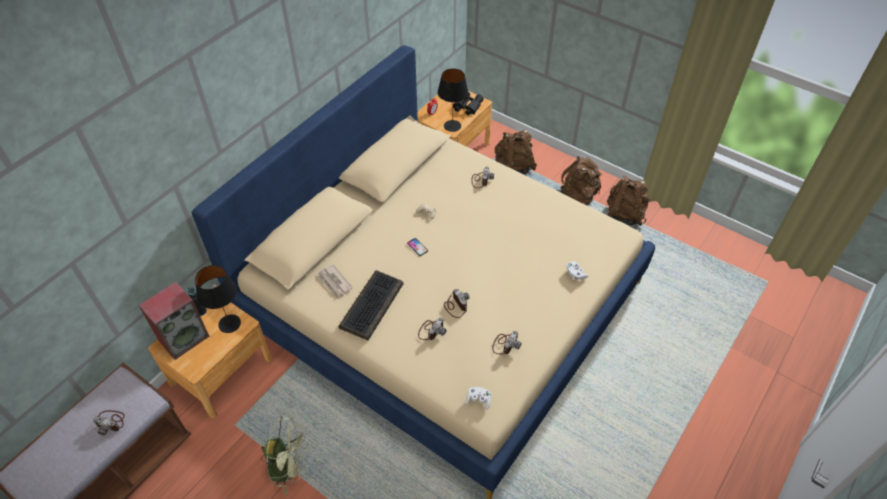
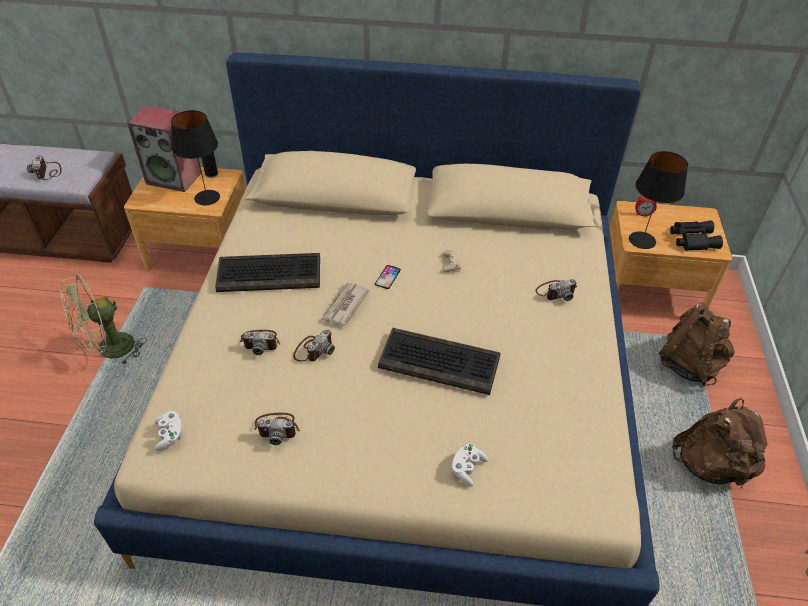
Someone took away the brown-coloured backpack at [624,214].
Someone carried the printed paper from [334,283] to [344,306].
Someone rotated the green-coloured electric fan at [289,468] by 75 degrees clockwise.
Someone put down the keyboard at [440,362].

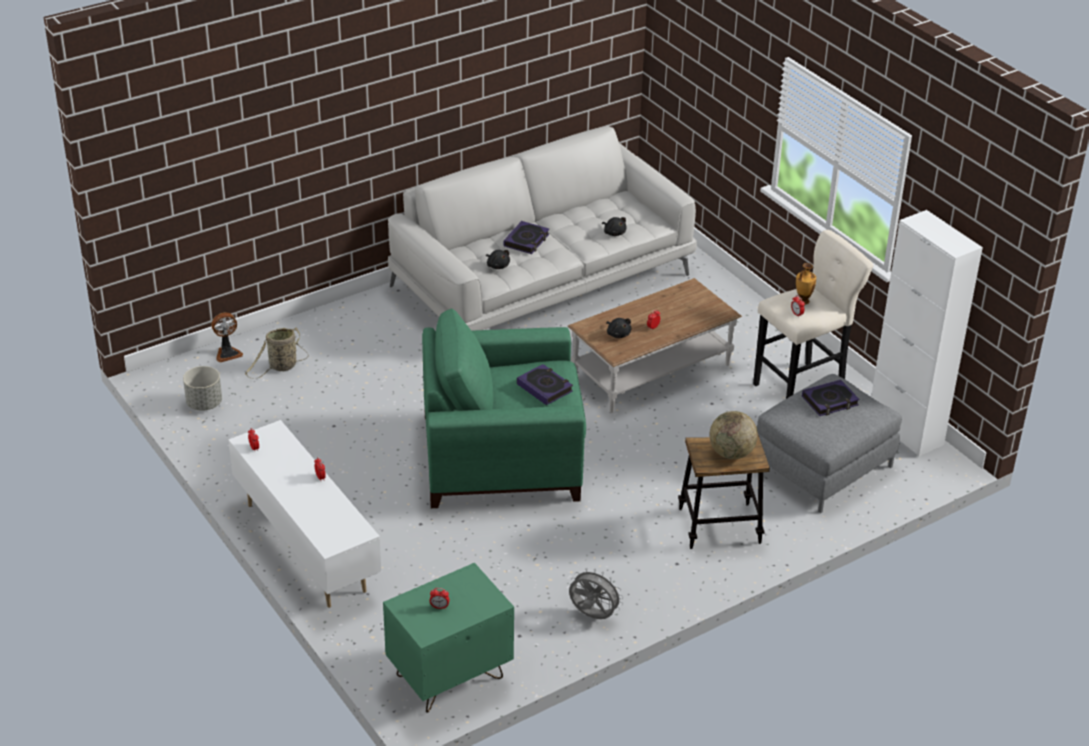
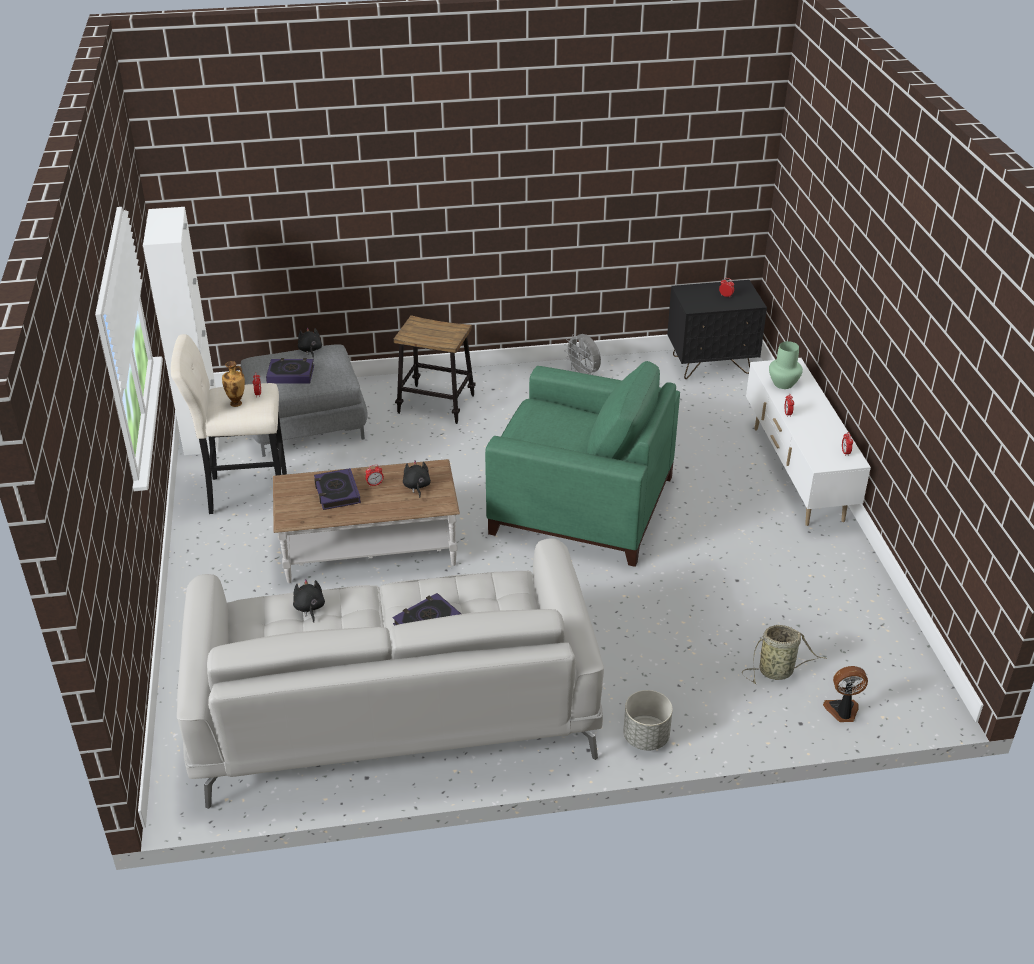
Someone carried the blackish cuddly toy from [497,265] to [310,350].
Someone carried the bound book from [544,388] to [337,492].
Someone carried the grey planter from [204,403] to [645,737].
Someone took away the desk globe at [731,453].
Someone repainted the green-coloured nightstand at [449,678], which became the blackish nightstand at [711,365].
Someone put down the green-coloured vase at [784,384].

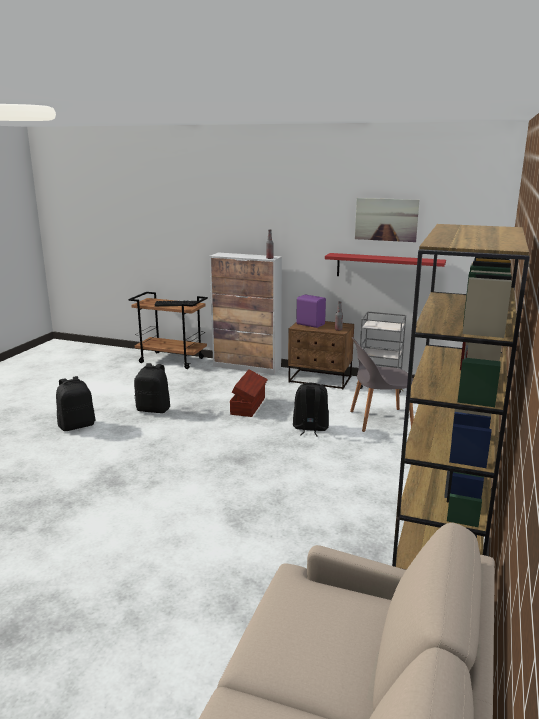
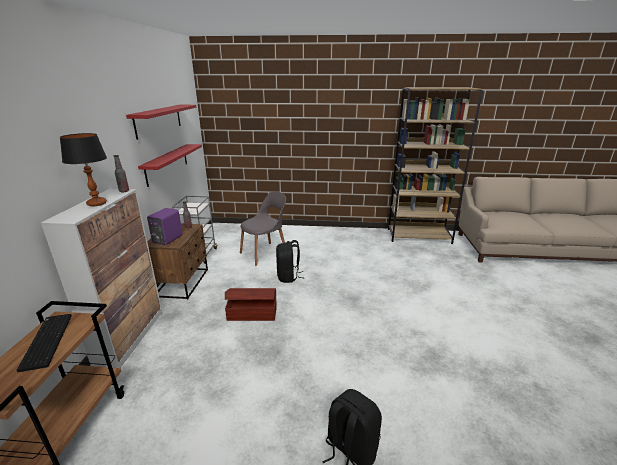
Someone swapped the picture at [386,219] for the red-coloured bracket shelf at [158,120].
Someone rotated the grey chair at [379,420] by 105 degrees counterclockwise.
Someone took away the blackish backpack at [154,409].
Someone put down the tabletop lamp at [97,203].

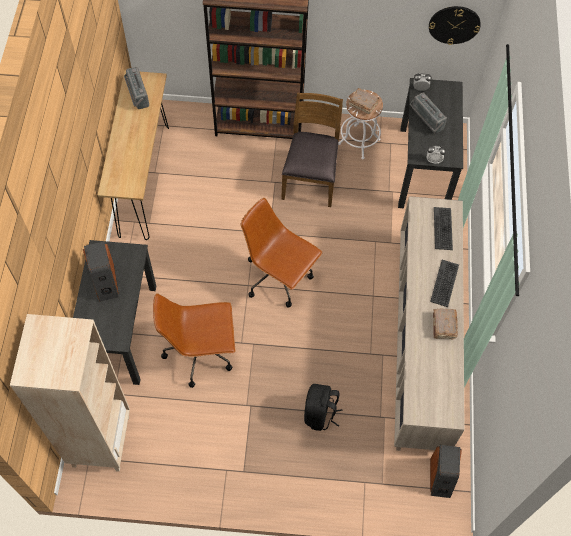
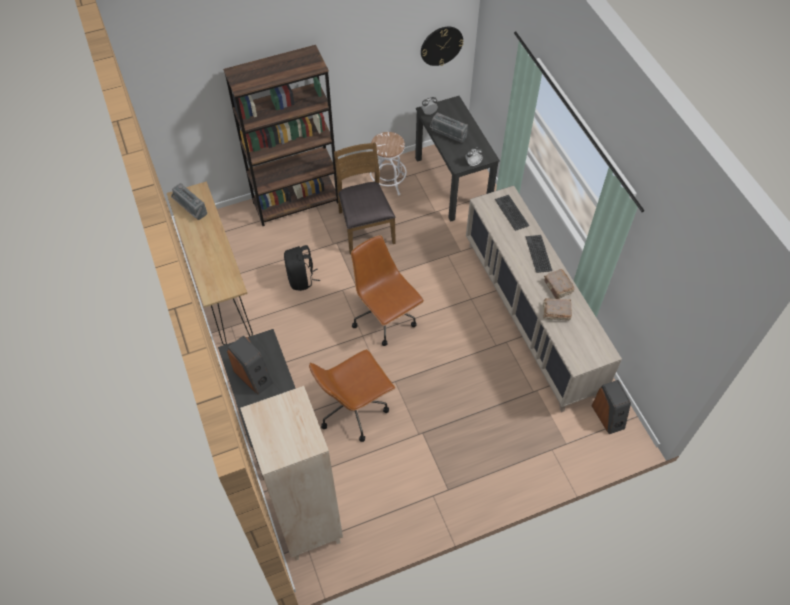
Someone carried the brown-coloured bound book from [362,104] to [556,312].
Someone rotated the brown-coloured desk chair at [279,278] by 45 degrees clockwise.
Someone carried the blackish backpack from [320,414] to [301,279].

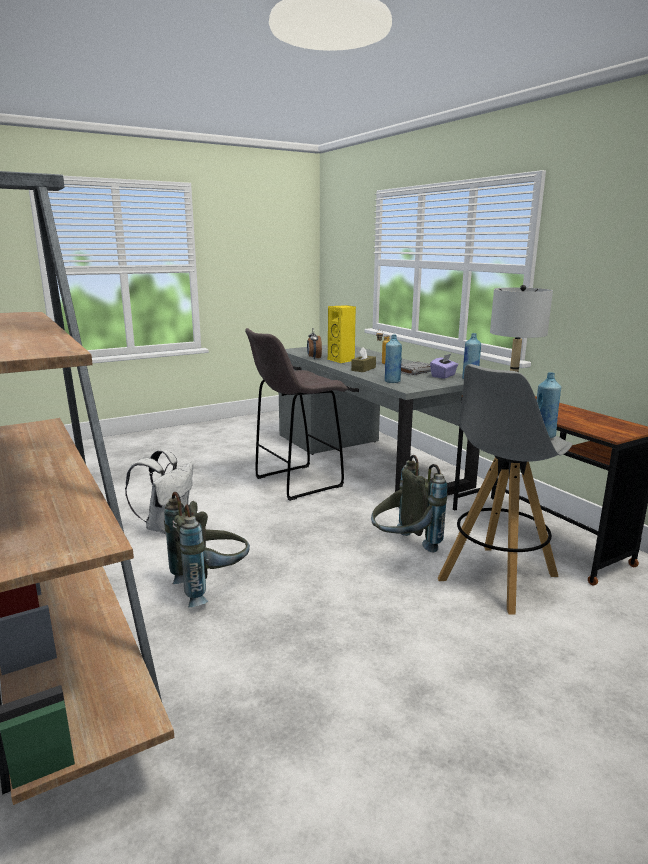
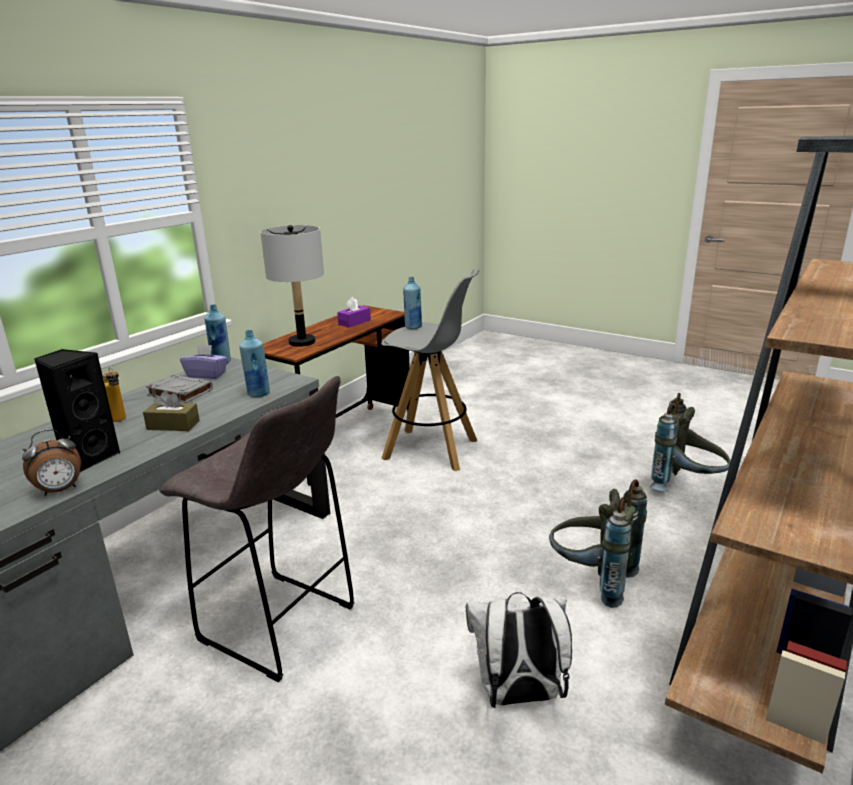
Someone repainted the yellow loudspeaker at [342,360], which became the blackish loudspeaker at [89,457].
Someone carried the grey backpack from [403,547] to [686,486].
Someone put down the purple box of tissues at [354,322].

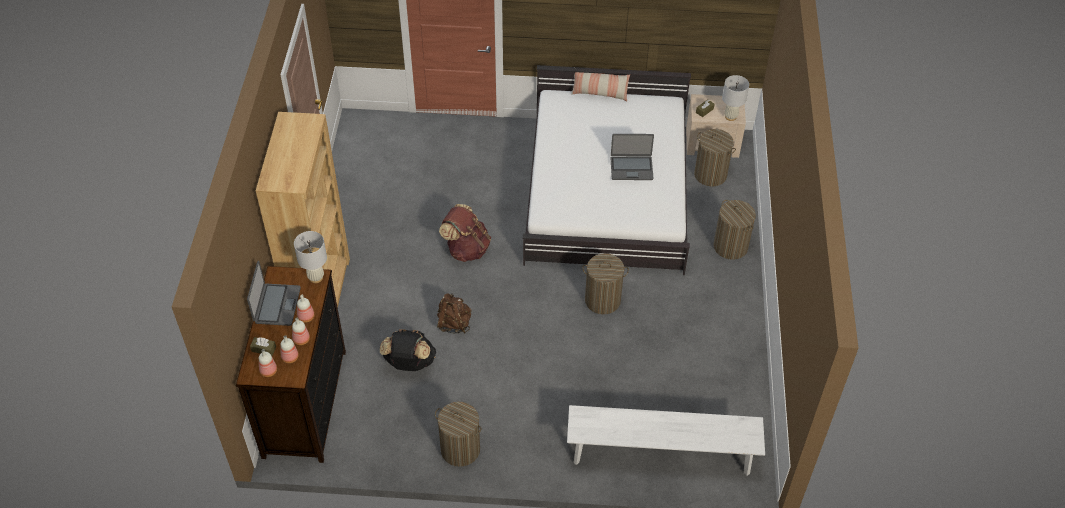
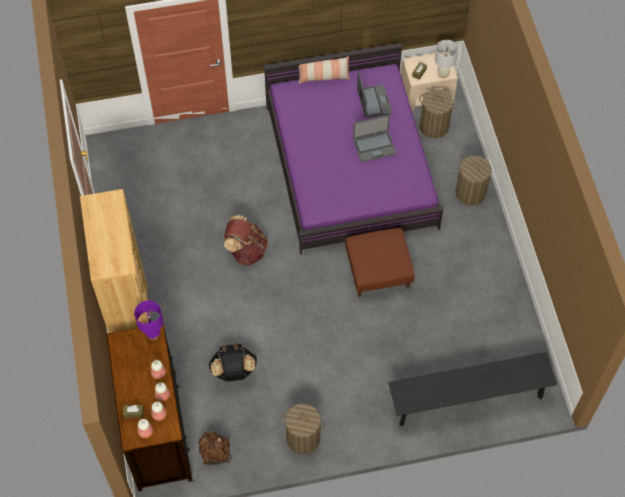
Someone repainted the whitish sleeping bed at [607,192], which became the purple sleeping bed at [350,165].
Someone repainted the whitish tabletop lamp at [316,277], which became the purple tabletop lamp at [153,334].
Someone swapped the hamper at [602,300] for the brown-coloured pouffe at [378,271].
Someone carried the laptop from [276,305] to [373,102].
Someone carried the brown-coloured backpack from [454,323] to [215,453].
Someone repainted the whitish bench at [661,455], which became the blackish bench at [468,399].

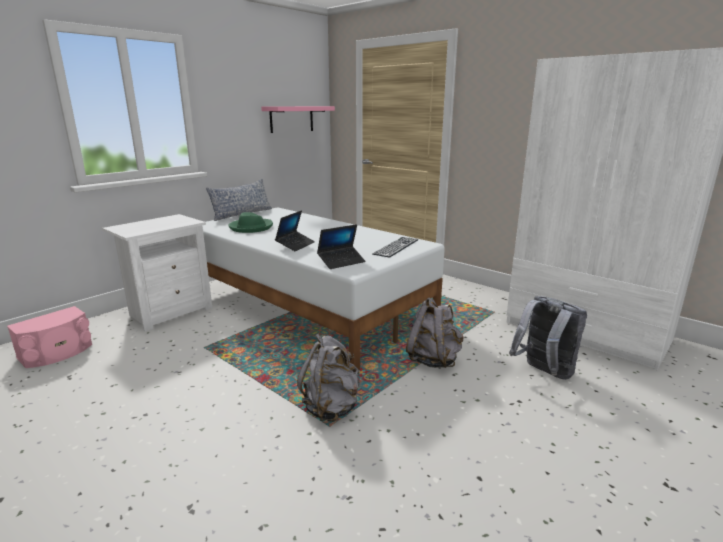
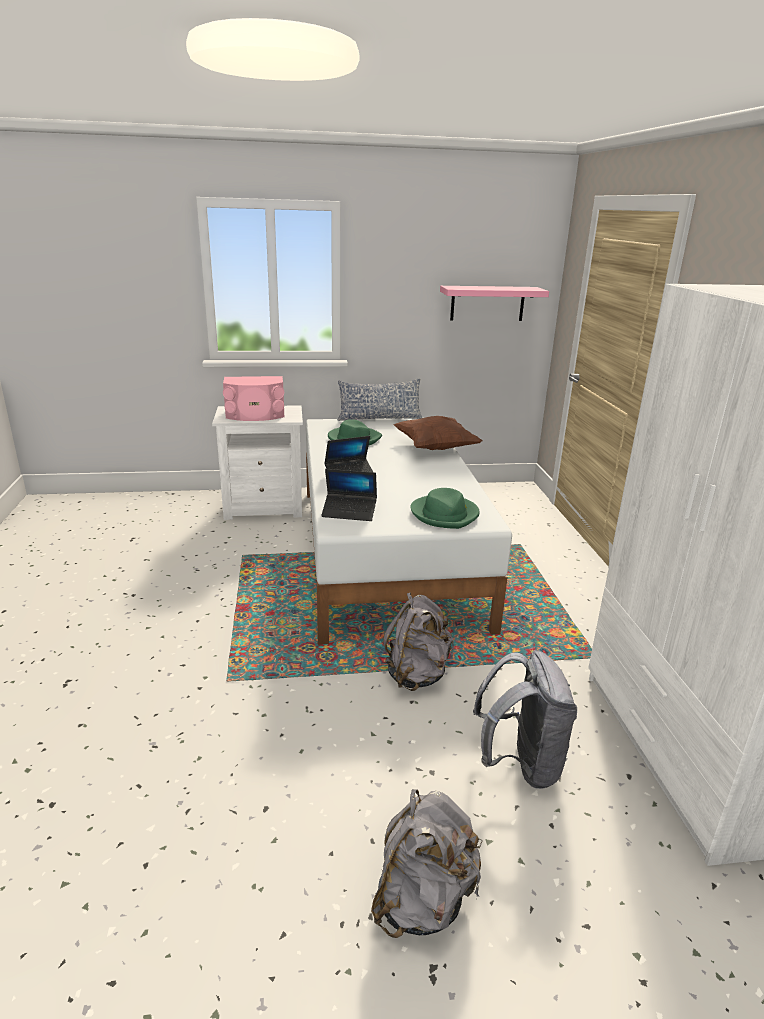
Someone swapped the keyboard at [396,247] for the green-coloured clothing hat at [445,514].
Someone carried the pink-coloured loudspeaker from [57,353] to [255,415].
Someone carried the grey backpack from [331,407] to [423,900].
Someone put down the brown-coloured cushion at [435,448].

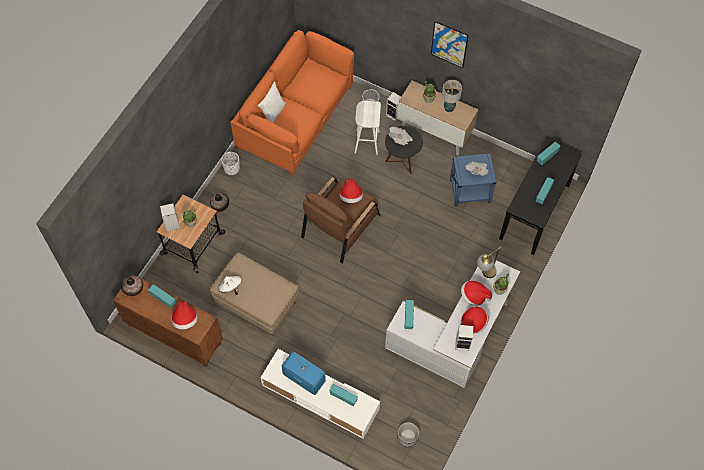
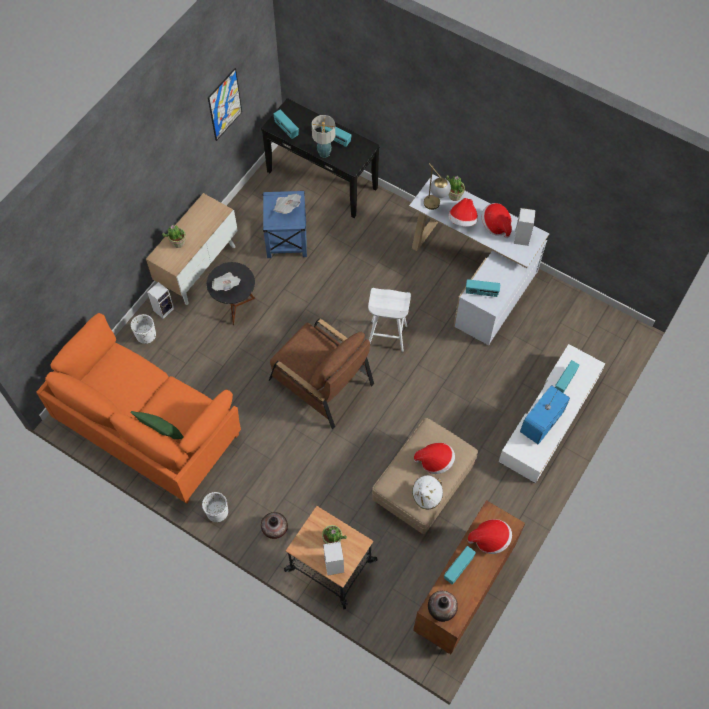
Someone carried the picture from [449,44] to [225,104].
Someone carried the tabletop lamp from [449,108] to [324,153].
Someone repainted the whitish cushion at [273,113], which became the green-coloured cushion at [161,433].
Someone carried the whitish stool from [366,142] to [386,336].
Someone carried the clothing hat from [351,197] to [435,461].
Someone took away the planter at [407,437].

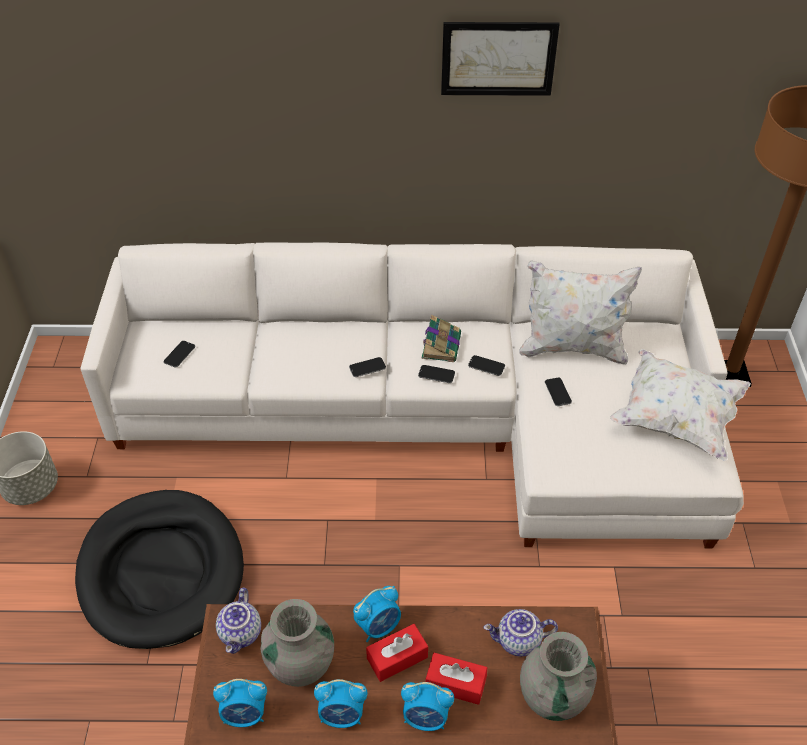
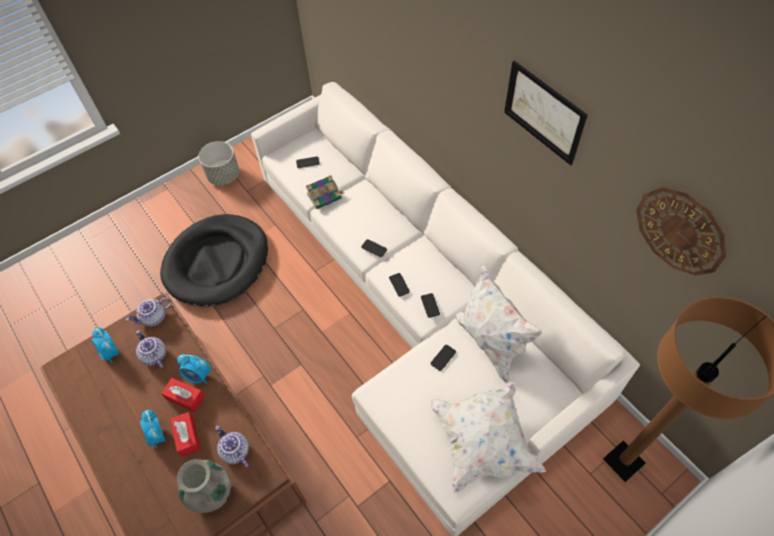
Someone carried the bound book from [441,345] to [325,196].
Someone swapped the grey vase at [300,663] for the tea pot at [154,355].
Someone took away the table clock at [342,715].
Someone put up the wall clock at [680,230].

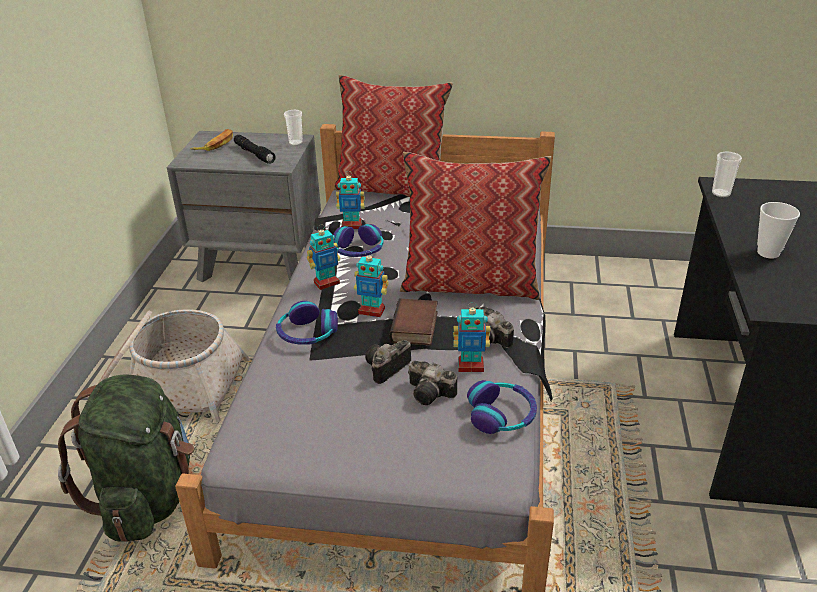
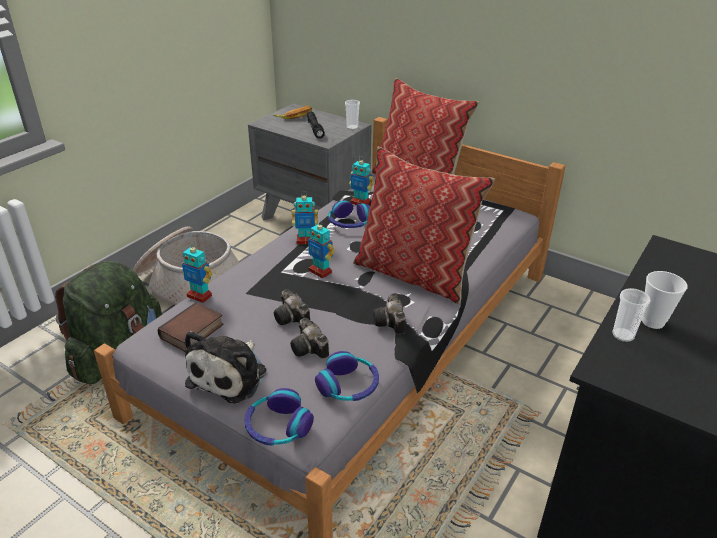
Someone carried the cup from [721,193] to [623,335].
Someone carried the bound book from [416,327] to [192,332].
Someone carried the pair of headphones from [307,333] to [278,426].
Someone carried the model robot from [470,366] to [200,296].
Someone rotated the photo camera at [385,369] by 105 degrees counterclockwise.
Someone put down the cuddly toy at [230,375].

